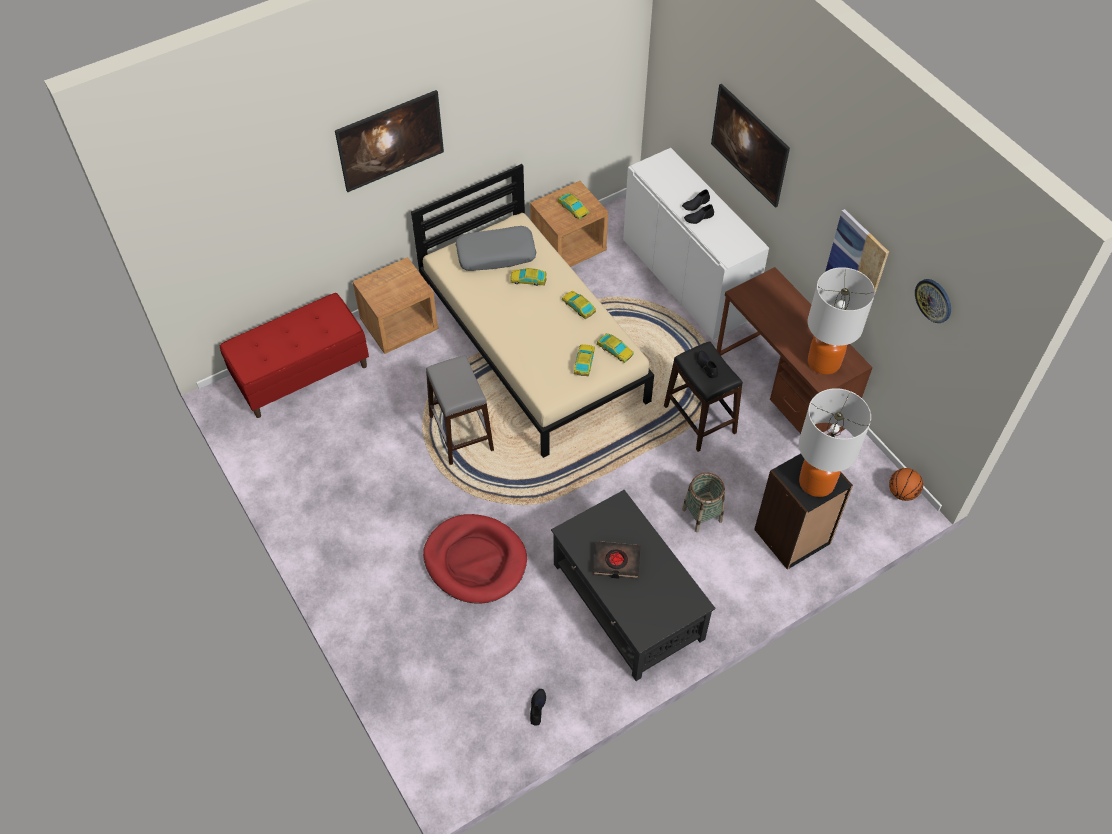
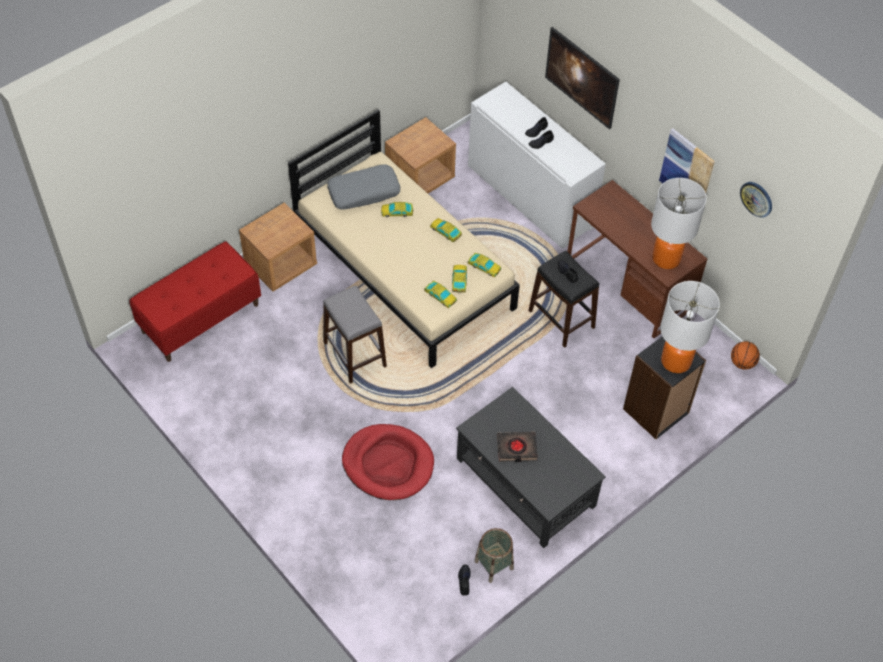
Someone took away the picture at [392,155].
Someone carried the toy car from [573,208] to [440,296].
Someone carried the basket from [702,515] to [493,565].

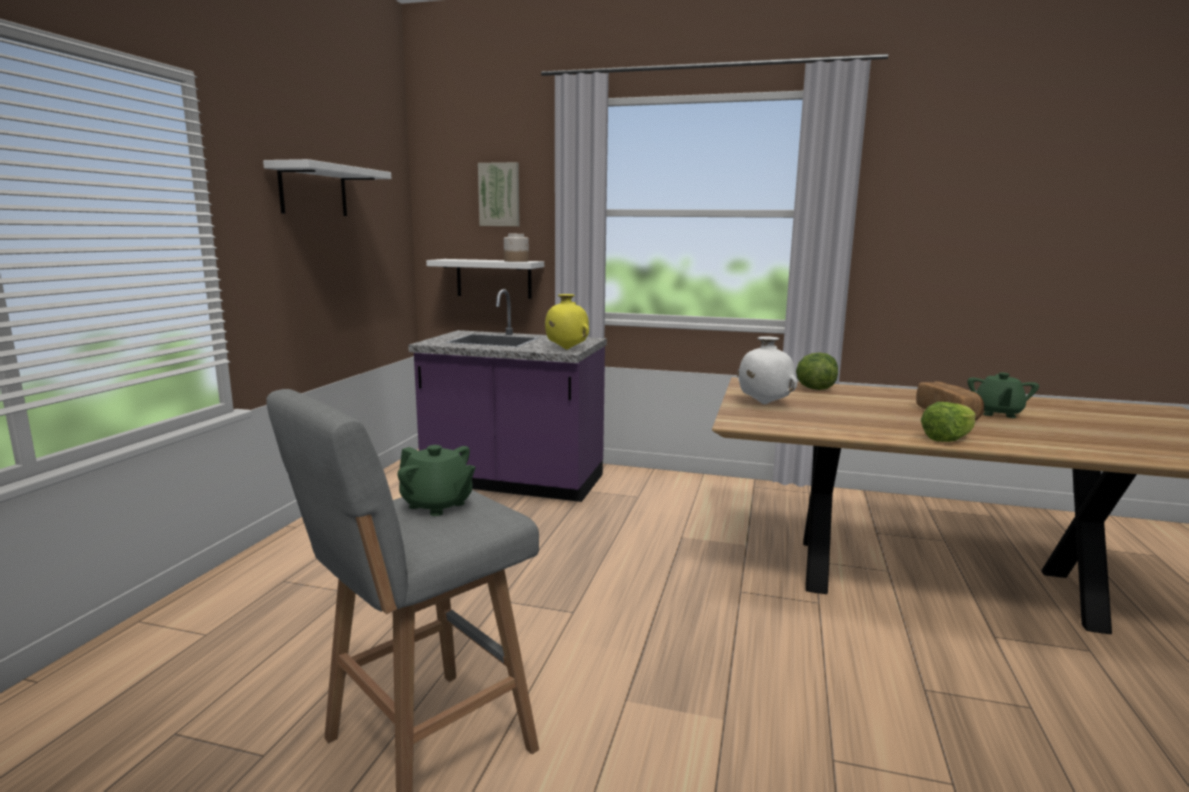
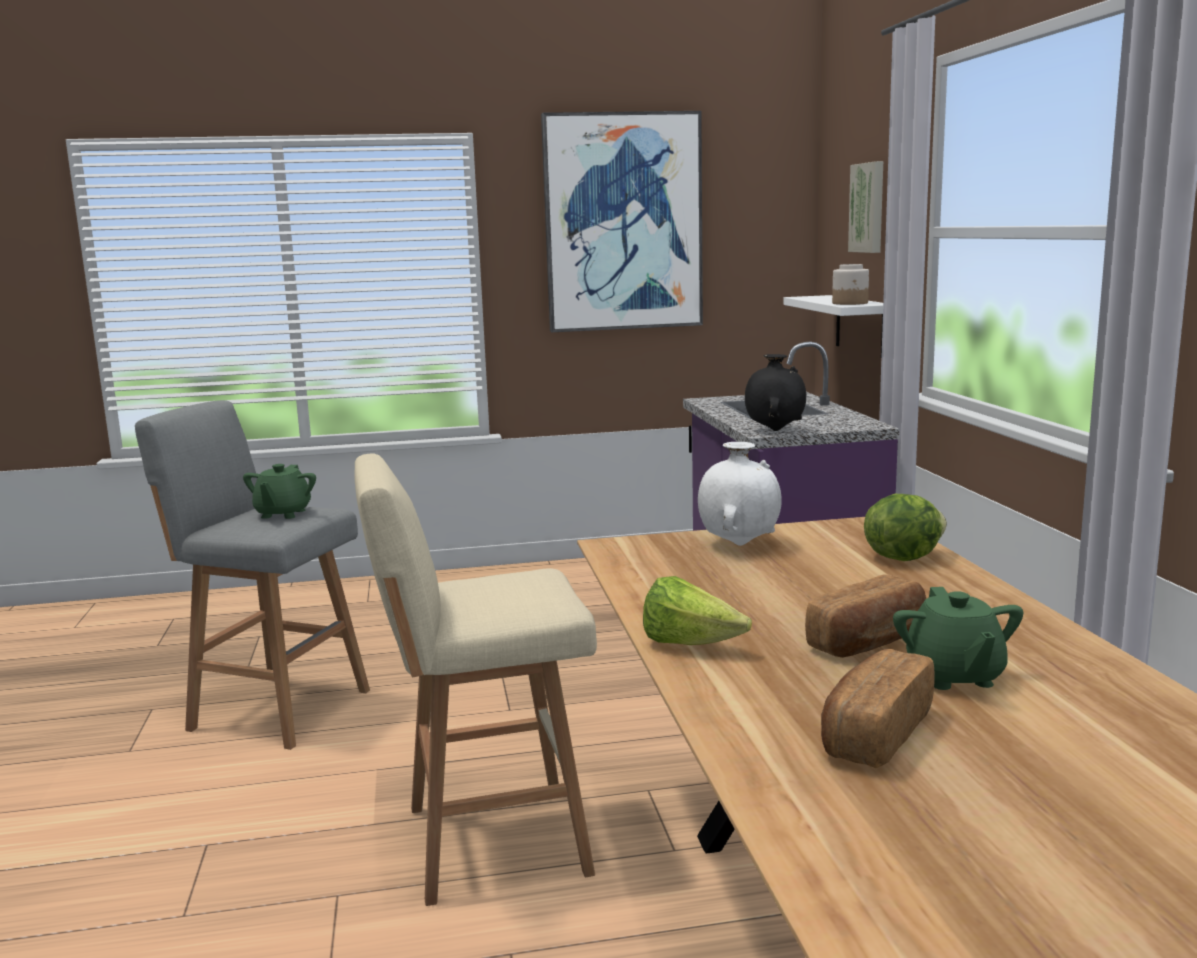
Someone swapped the whitish bracket shelf at [313,191] for the picture at [623,222].
Someone repainted the yellow vase at [566,349], which became the blackish vase at [774,430].
Someone rotated the green-coloured tea pot at [997,413] by 90 degrees counterclockwise.
Someone put down the beige-coloured stool at [489,841].
Someone put down the baked bread at [874,734].

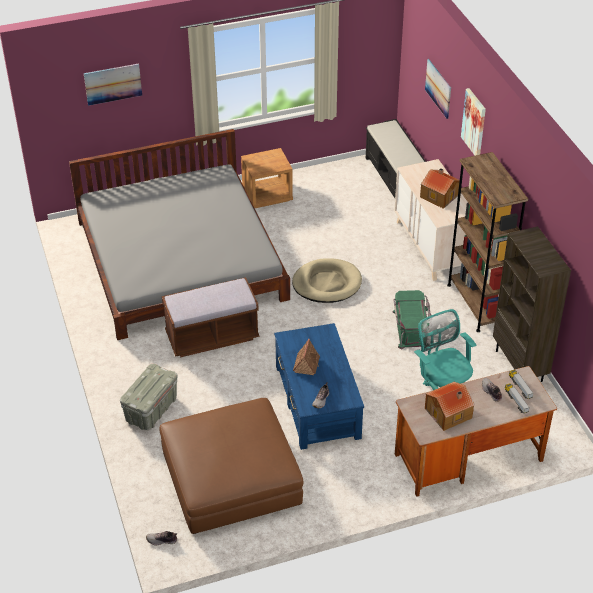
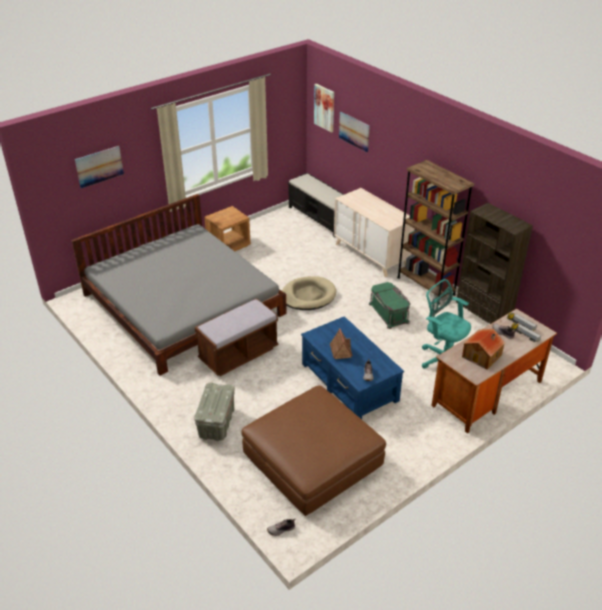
Someone carried the picture from [474,122] to [324,107].
Someone took away the miniature house at [439,195].

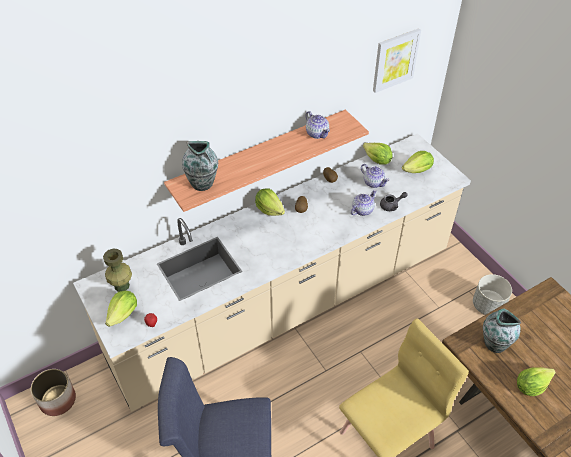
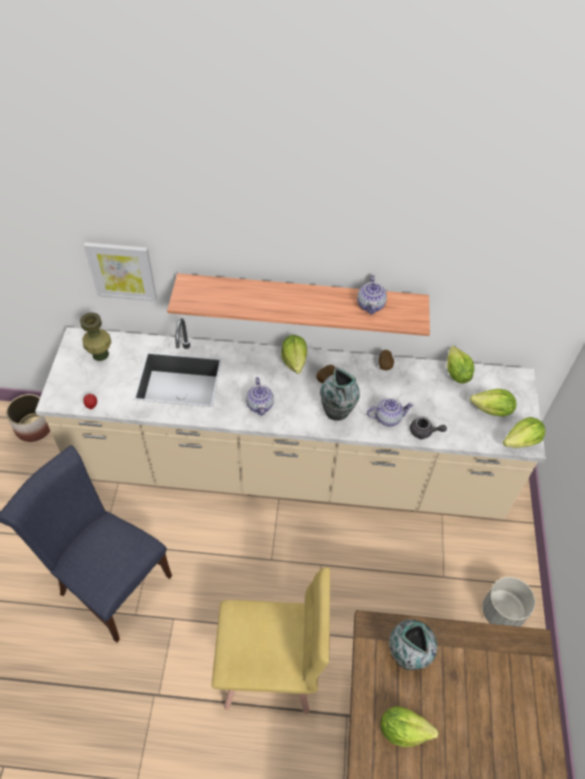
Someone carried the picture from [395,60] to [122,271].
Someone carried the vase from [203,183] to [337,411].
Someone carried the tea pot from [374,183] to [260,405].
Someone carried the lettuce head from [124,314] to [521,441].

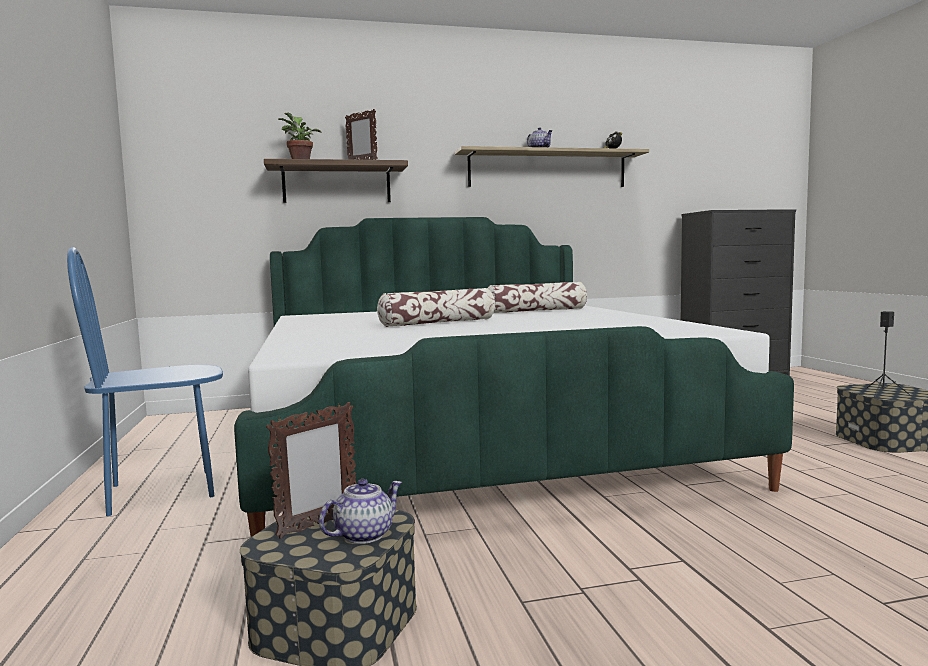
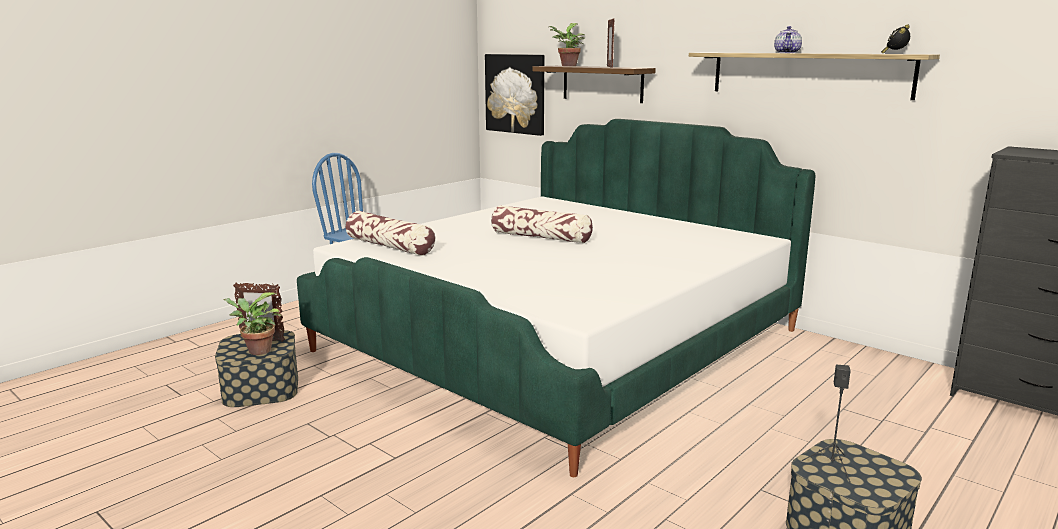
Someone carried the cushion from [536,311] to [390,246].
Someone swapped the tea pot at [364,534] for the potted plant at [256,351].
Someone put up the picture at [515,93].

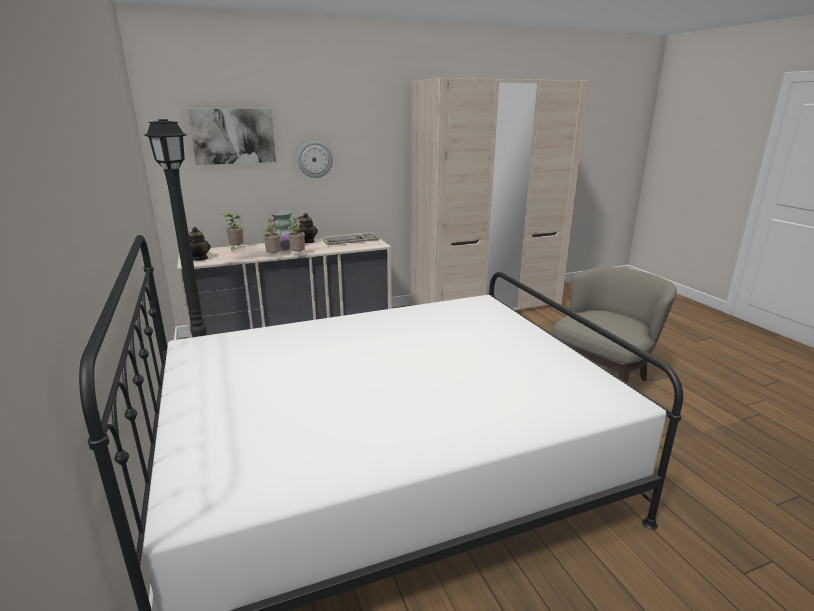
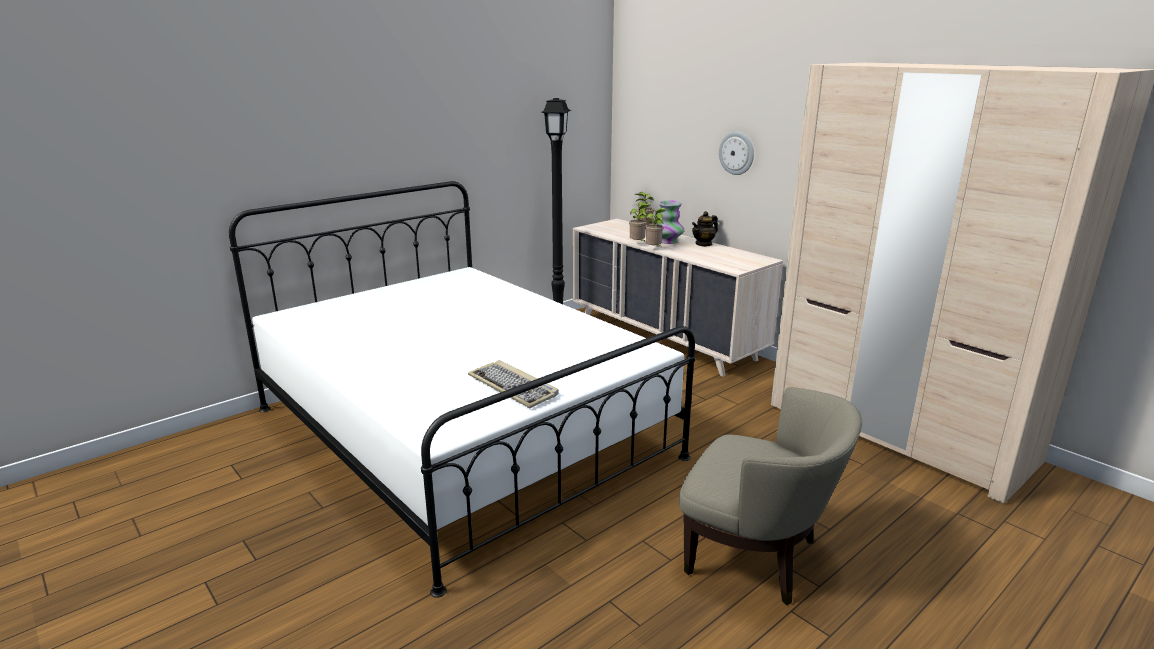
Someone took away the picture at [233,136].
Someone took away the tea pot at [199,258].
Someone carried the keyboard from [350,241] to [514,387].

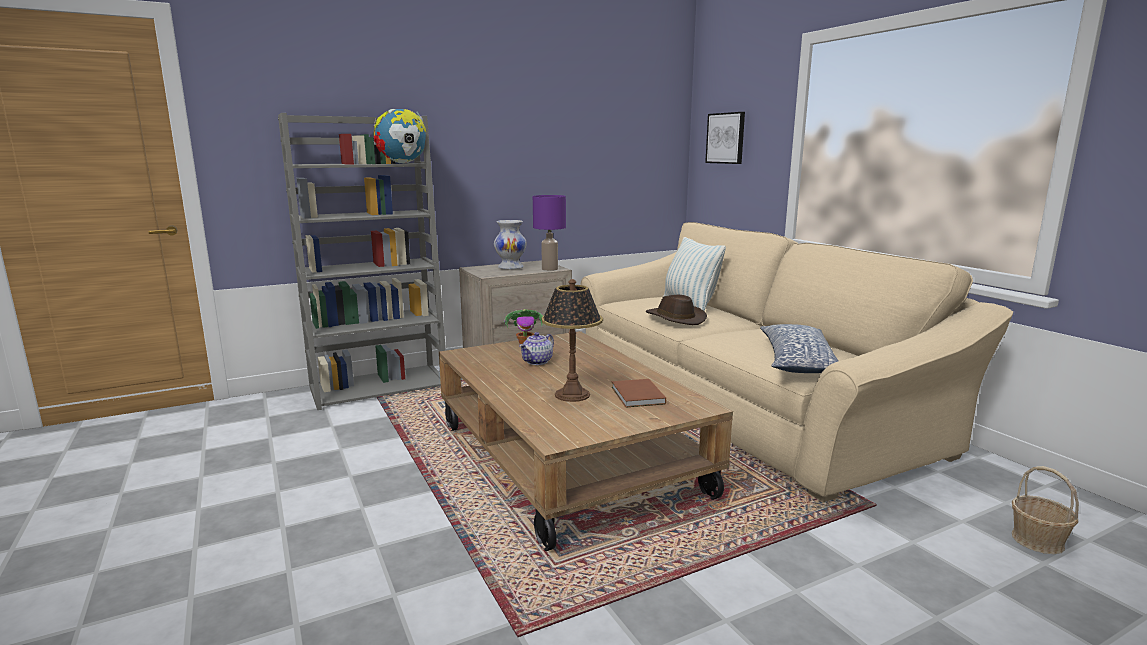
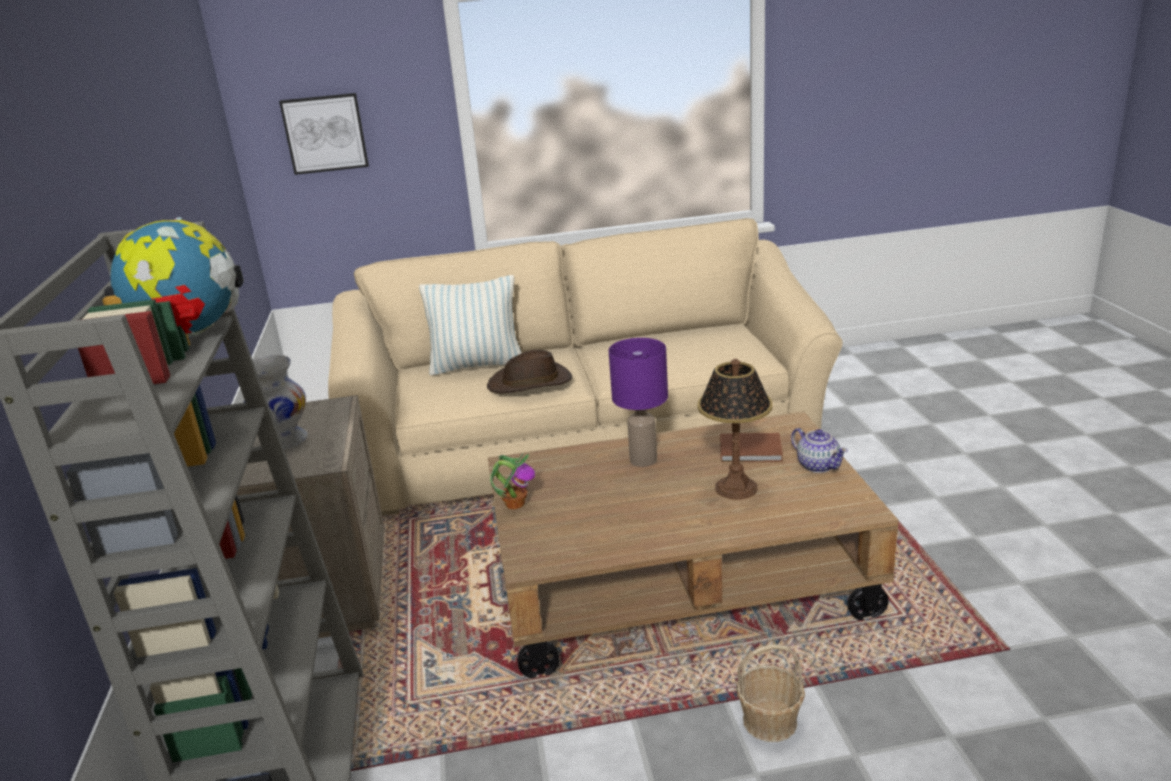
Someone carried the purple tabletop lamp from [550,269] to [644,460].
Someone took away the cushion at [796,362].
Someone carried the tea pot from [537,361] to [818,465].
Someone carried the basket from [1037,541] to [770,721].

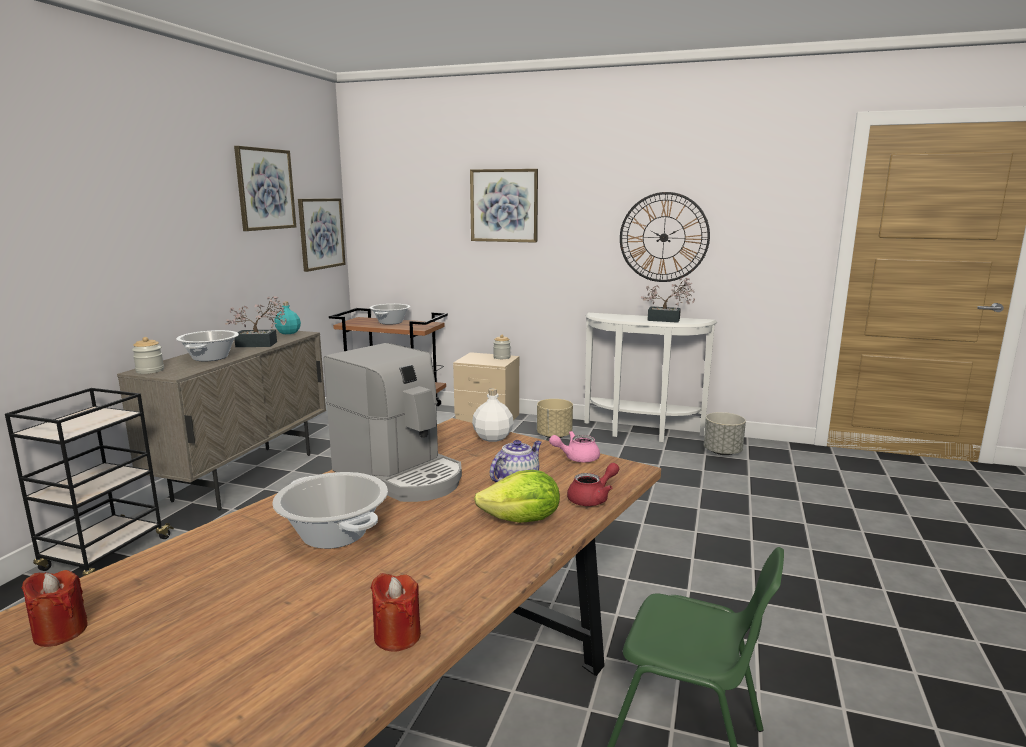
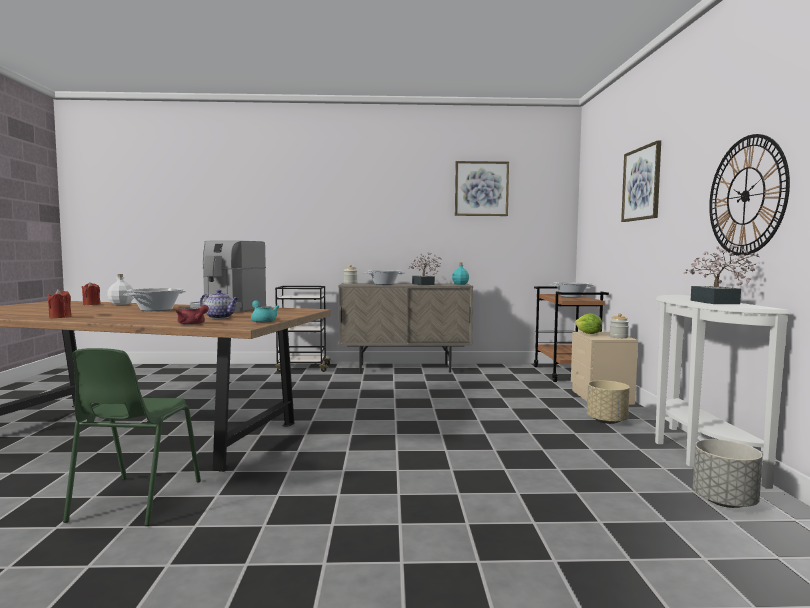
Someone took away the picture at [321,233].
Someone carried the whitish drink bottle from [492,438] to [121,304].
Someone repainted the pink-coloured tea pot at [576,458], which became the turquoise tea pot at [263,321].
Someone carried the lettuce head from [522,521] to [588,334].

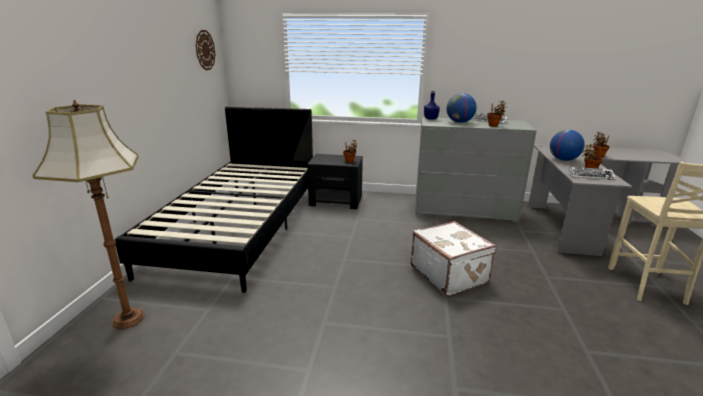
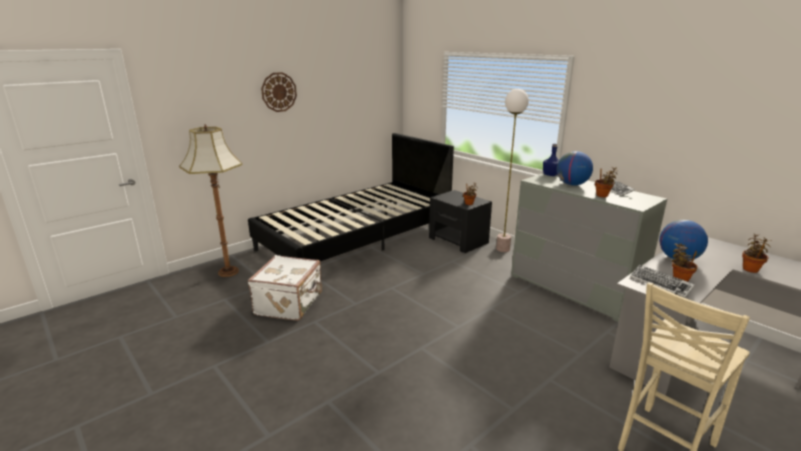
Someone carried the wall clock from [205,50] to [279,92].
Someone carried the whitish suitcase from [449,274] to [290,304].
Someone put down the standing lamp at [503,249].

